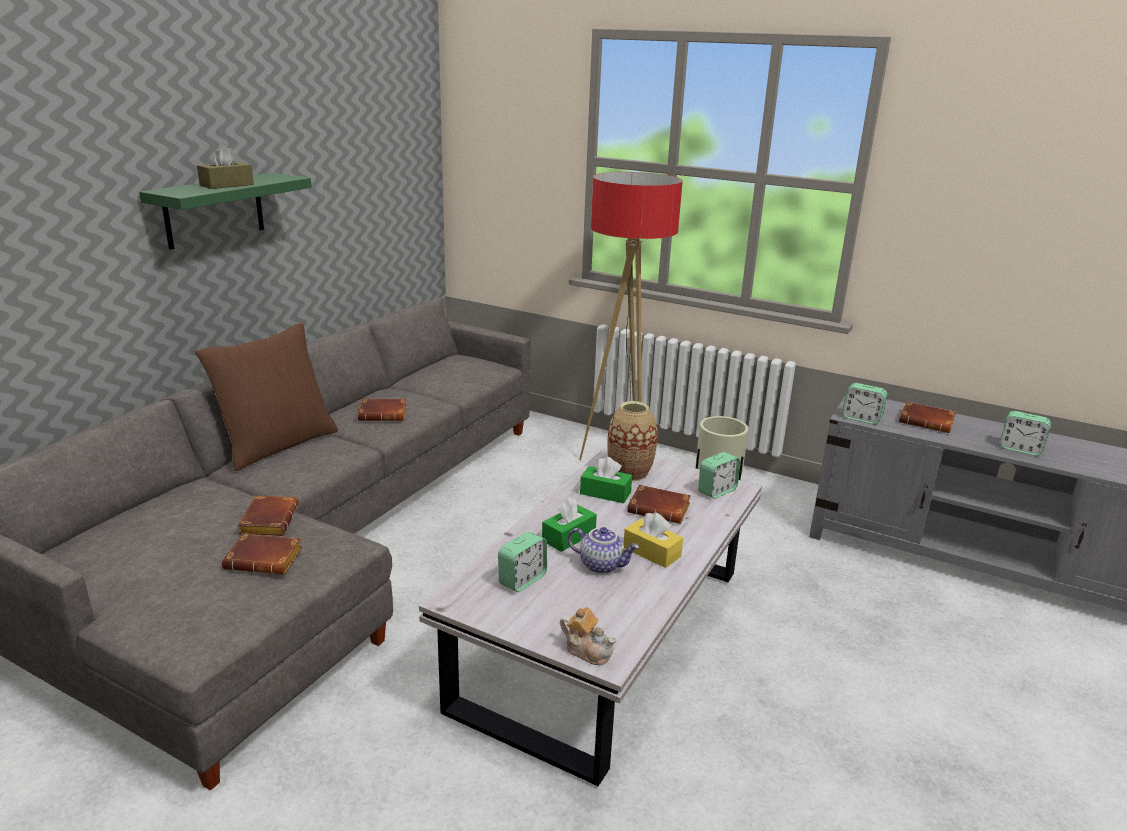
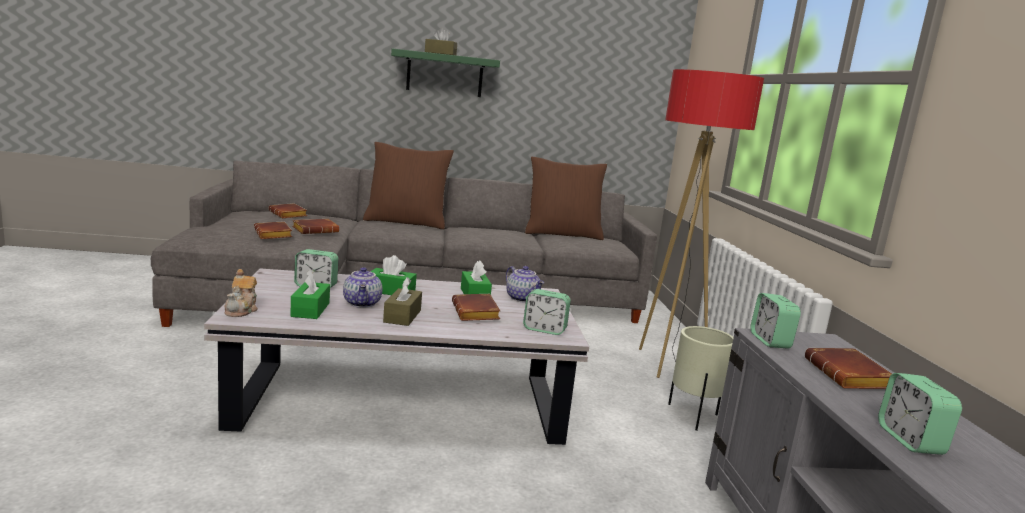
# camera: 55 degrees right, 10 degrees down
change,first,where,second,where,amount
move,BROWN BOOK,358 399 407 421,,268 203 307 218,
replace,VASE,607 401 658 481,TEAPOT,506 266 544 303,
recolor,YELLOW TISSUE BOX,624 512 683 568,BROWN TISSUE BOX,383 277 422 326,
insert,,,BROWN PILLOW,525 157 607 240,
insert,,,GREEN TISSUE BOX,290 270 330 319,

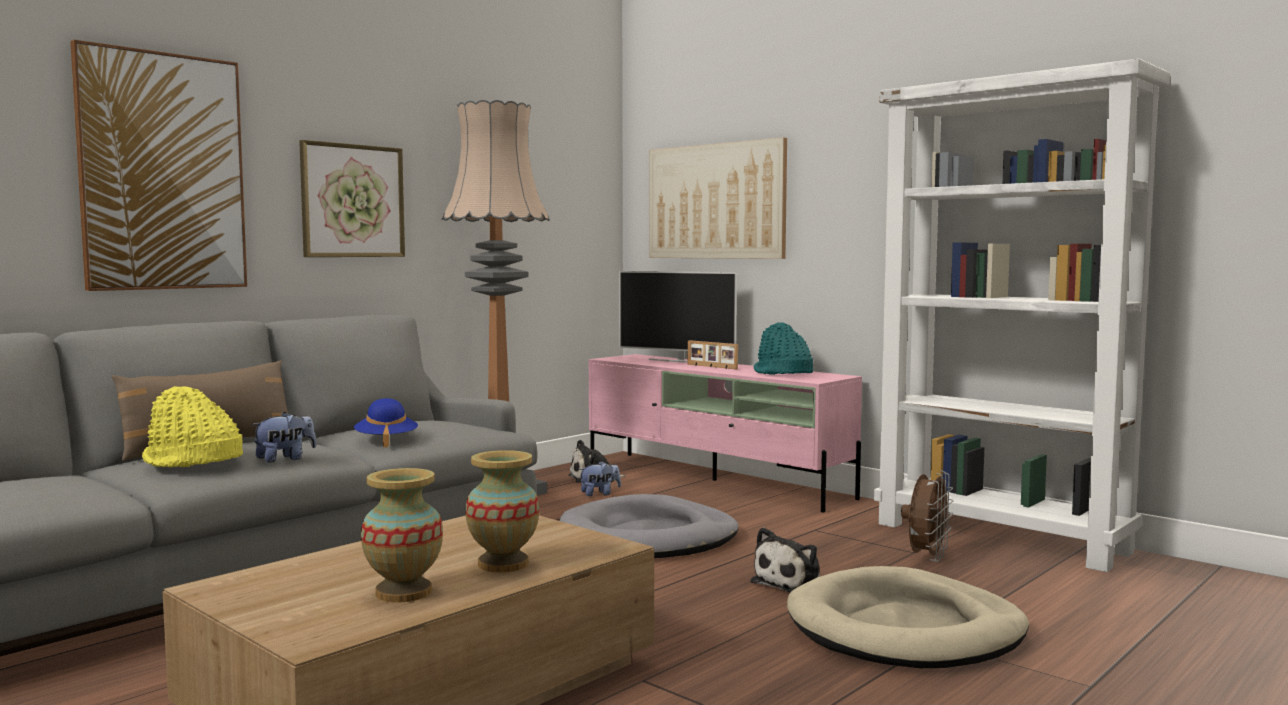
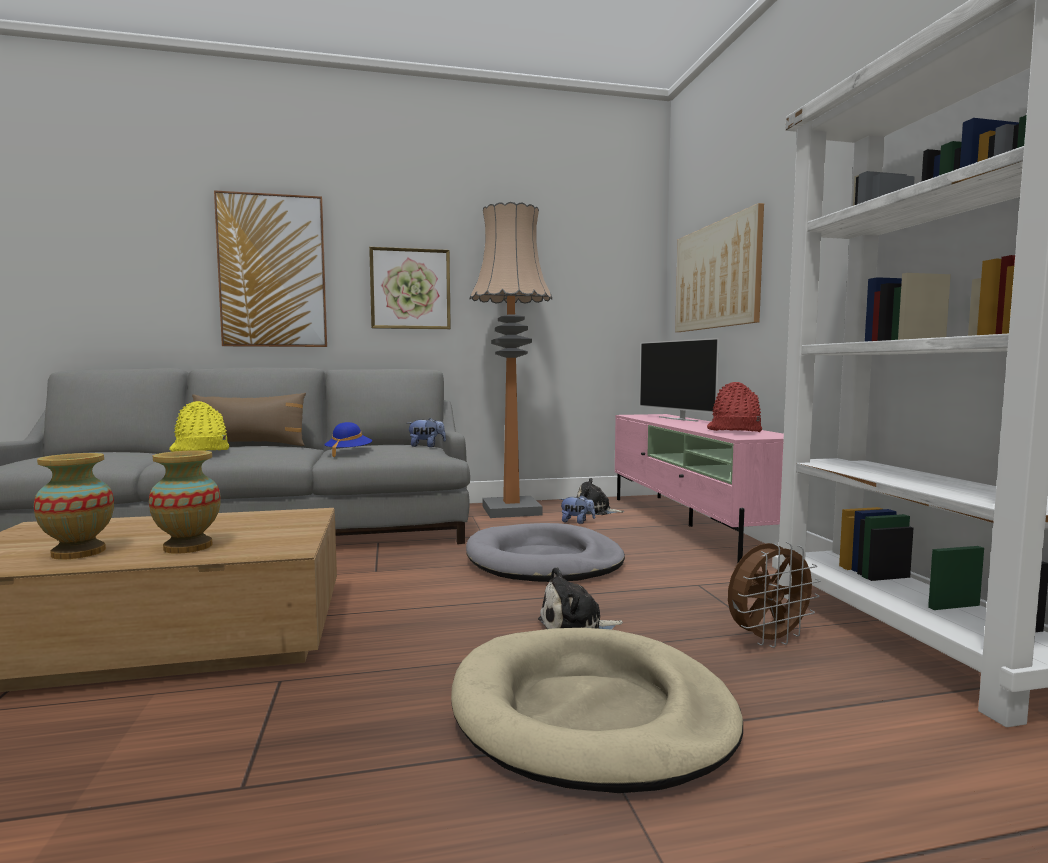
# camera: 35 degrees right, 0 degrees up
change,first,where,second,where,amount
recolor,TURQUOISE HAT,754 322 813 375,RED HAT,707 382 762 432,
delete,PICTURE FRAME,688 340 738 369,,,
move,PLUSH TOY,252 412 316 463,,408 418 446 447,

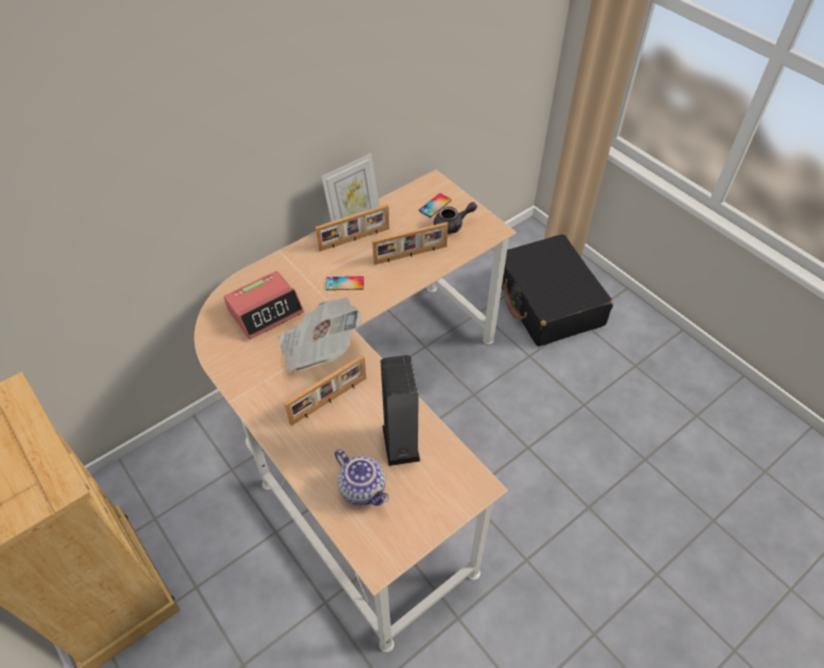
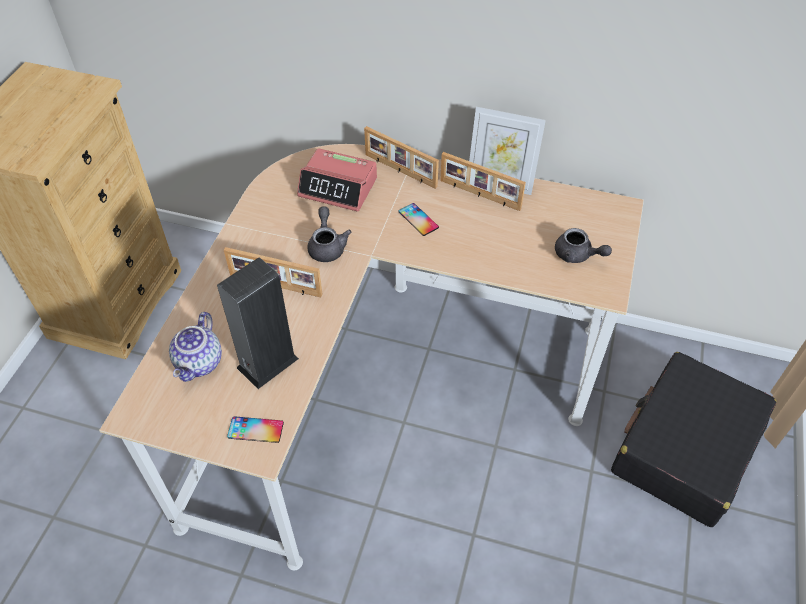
# camera: 55 degrees right, 0 degrees up
change,first,where,second,where,amount
move,PHONE,419 193 452 217,,227 416 284 443,
move,PICTURE FRAME,372 222 448 265,,364 126 439 189,
replace,NEWSPAPER,278 297 361 372,GREY TEAPOT,307 206 352 262,

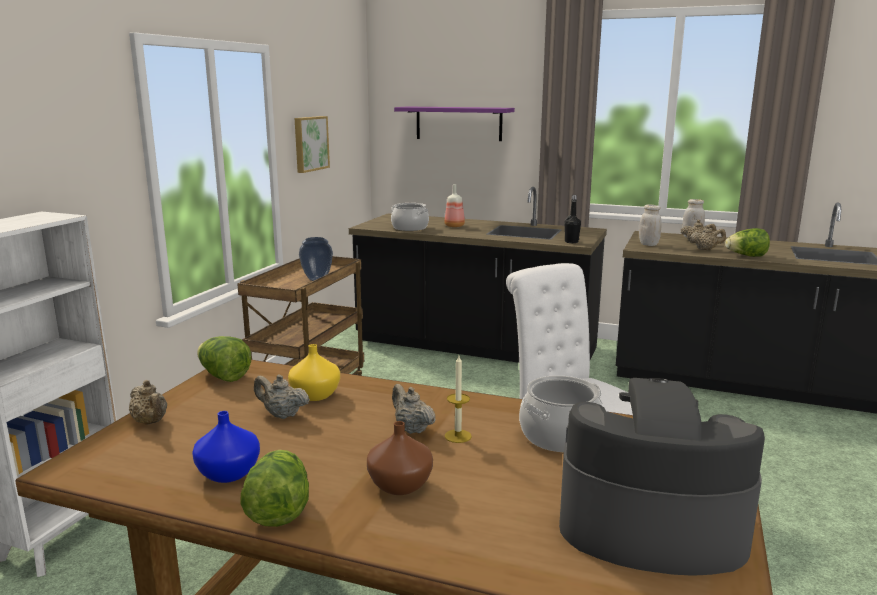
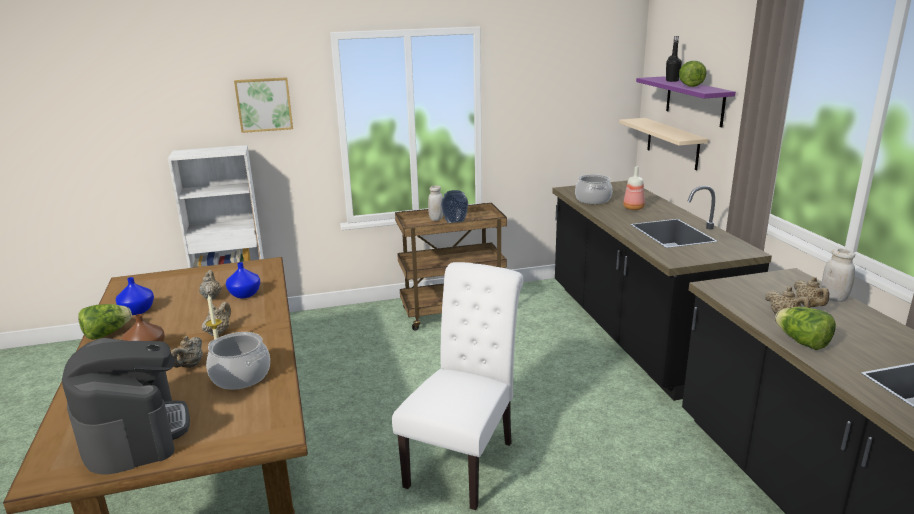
# camera: 55 degrees right, 5 degrees up
change,first,where,second,where,amount
move,PICTURE,295 116 330 173,,234 77 293 133,
move,BLACK BOTTLE,564 195 581 243,,666 36 682 82,
move,WHITE JAR,639 204 662 246,,428 185 443 221,
move,LETTUCE,197 336 251 382,,679 61 707 87,
recolor,YELLOW VASE,288 344 340 401,BLUE VASE,226 262 260 298,
move,BEIGE TEAPOT,129 380 167 425,,171 336 203 368,
insert,,,BEIGE SHELF,619 118 709 170,

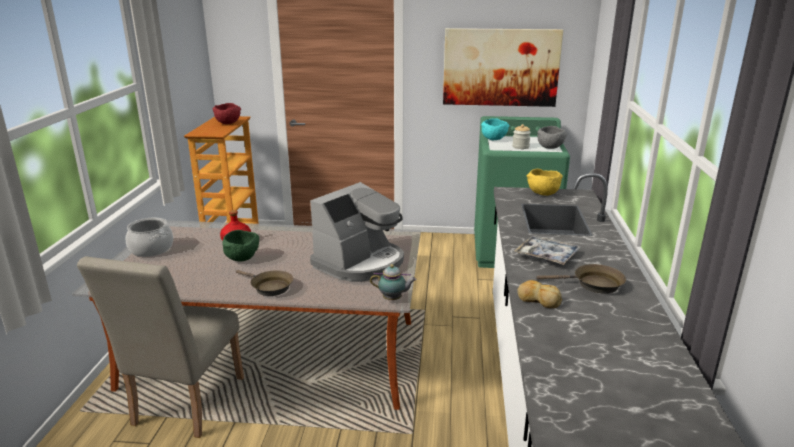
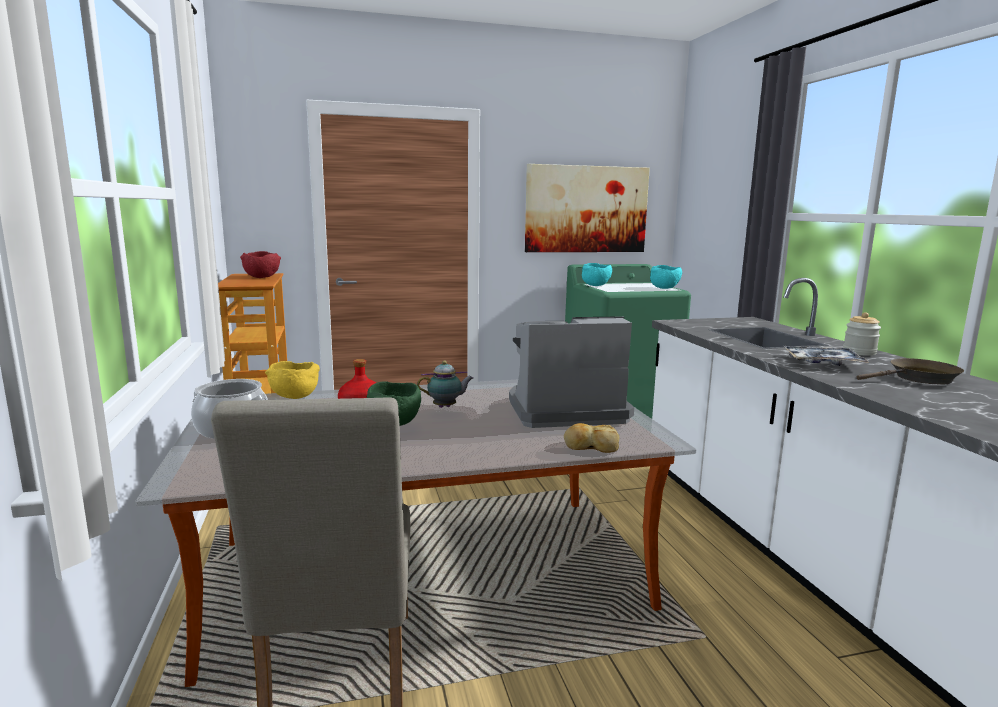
# camera: 20 degrees left, 10 degrees down
change,first,where,second,where,amount
move,JAR,512 124 531 149,,843 312 881 356,
recolor,GREY BOWL,537 126 567 149,TURQUOISE BOWL,650 265 682 289,
move,YELLOW BOWL,526 169 563 196,,265 361 320 399,
rotate,COFFEE MACHINE,310 182 404 282,,509 316 634 428,120 degrees counterclockwise
move,TEAPOT,370 264 417 300,,417 361 473 408,
delete,BROWN FRYING PAN,236 270 293 296,,,
move,BREAD,517 280 562 308,,564 423 619 453,

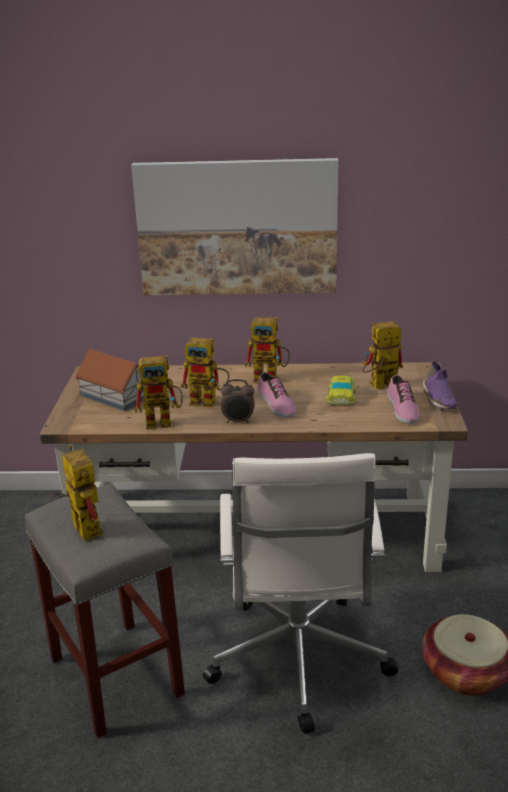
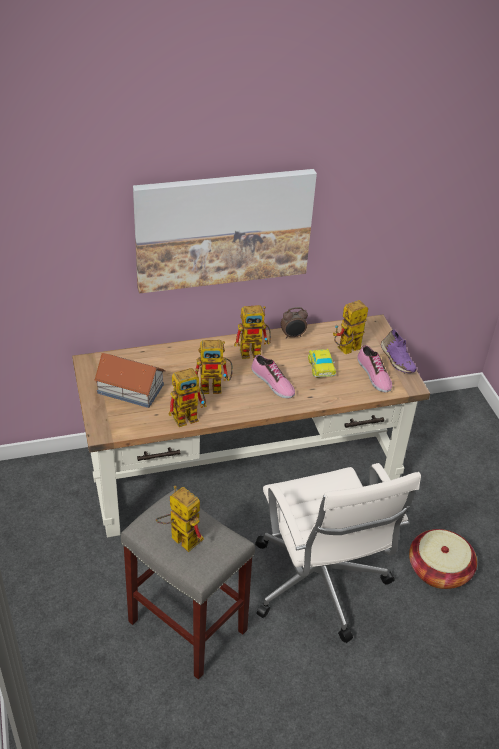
# camera: 20 degrees left, 15 degrees up
change,first,where,second,where,amount
move,ALARM CLOCK,221 379 255 423,,281 307 308 339,

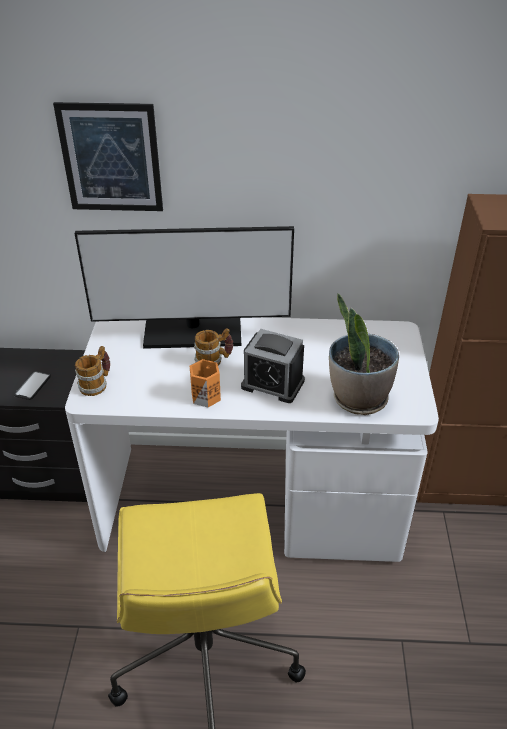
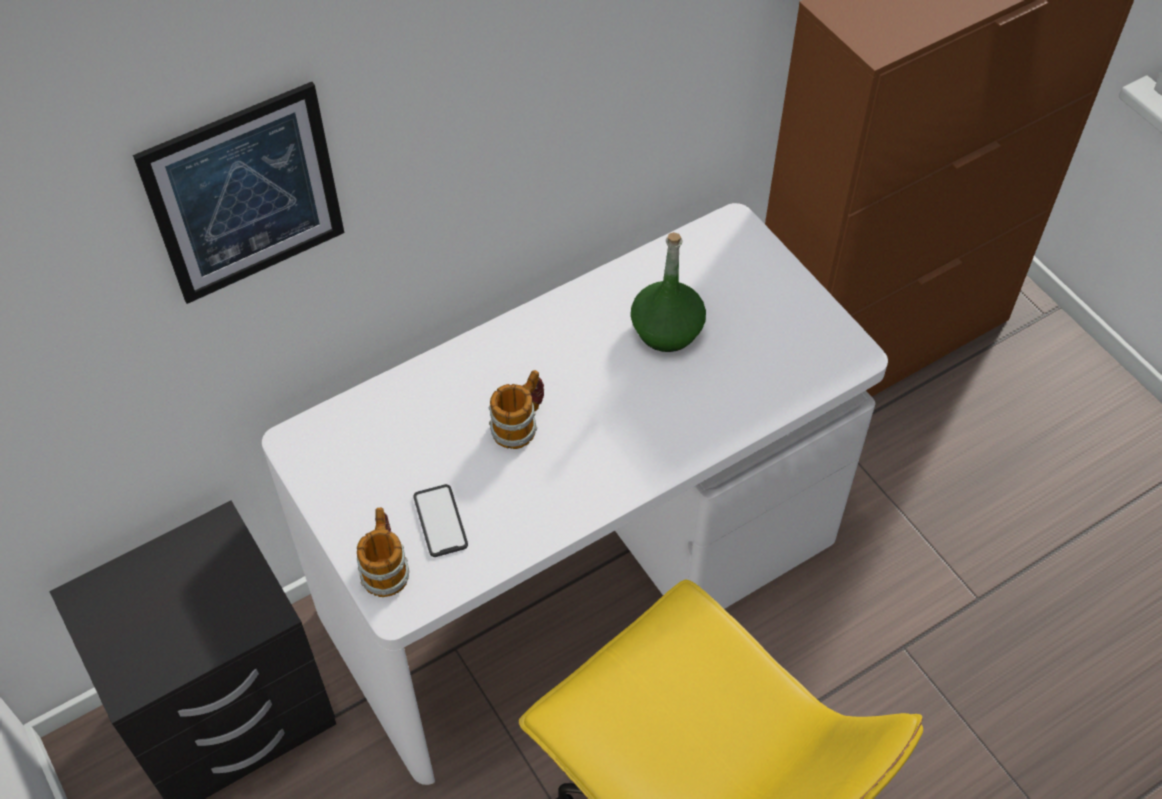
# camera: 35 degrees left, 15 degrees up
change,first,where,second,where,amount
delete,MONITOR,75 226 294 349,,,
delete,POTTED PLANT,329 293 399 415,,,
delete,ALARM CLOCK,241 329 305 403,,,
delete,ORANGE MUG,190 359 221 407,,,
move,PHONE,14 371 51 400,,413 484 468 557,
insert,,,GREEN BOTTLE,631 232 706 352,

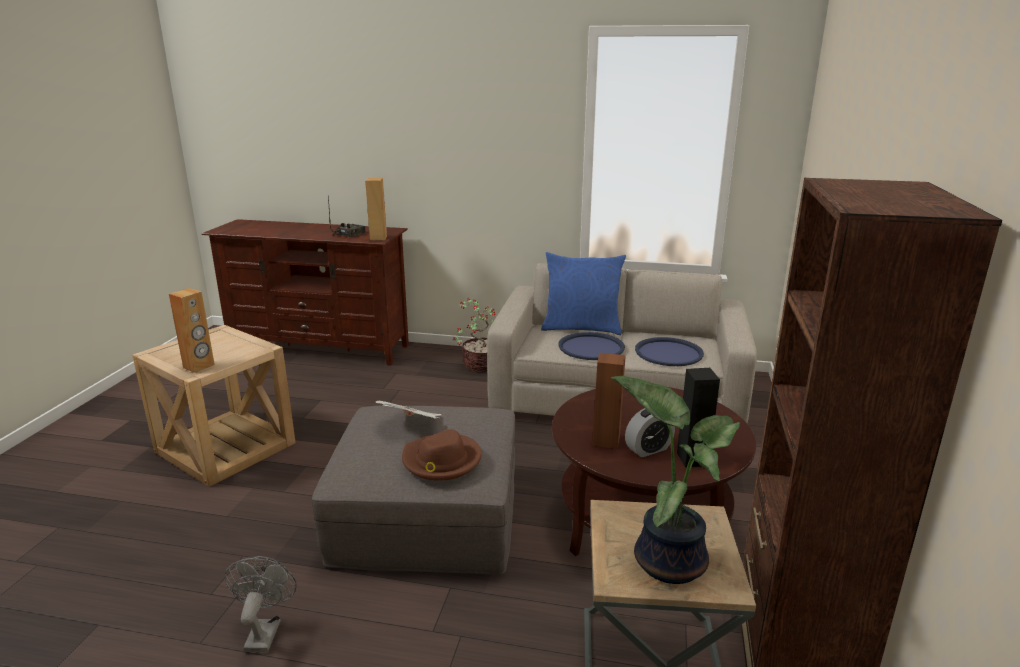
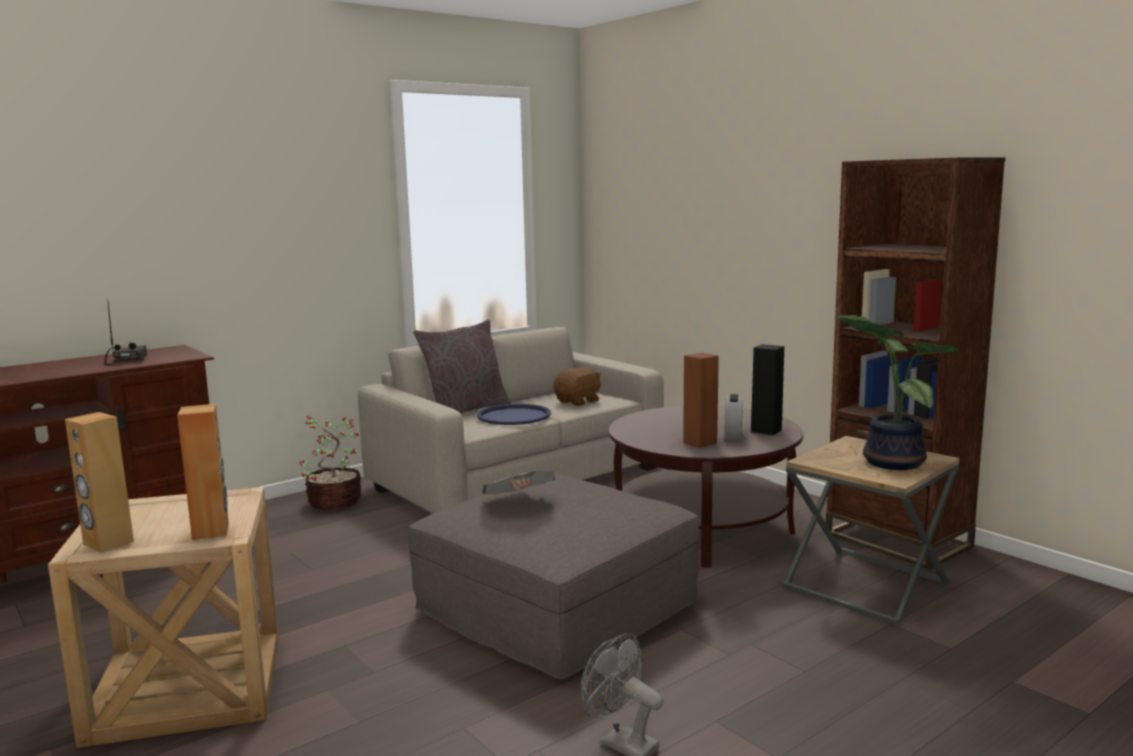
# camera: 50 degrees left, 10 degrees down
change,first,where,second,where,amount
move,BROWN SPEAKER,365 178 387 241,,65 412 134 553,
recolor,BLUE PILLOW,541 252 626 335,GREY PILLOW,413 319 511 413,
replace,BLUE TRAY,635 337 704 366,BROWN PLUSH TOY,554 367 601 406,
delete,BROWN HAT,402 429 481 481,,,

